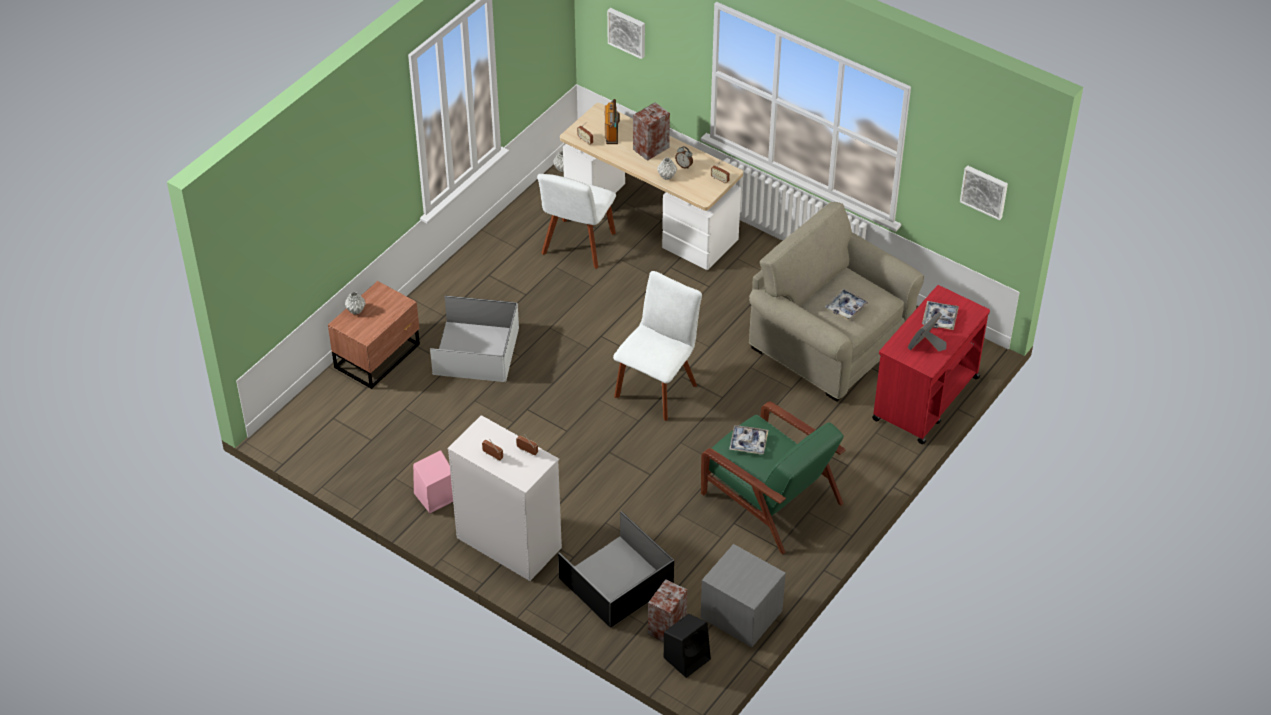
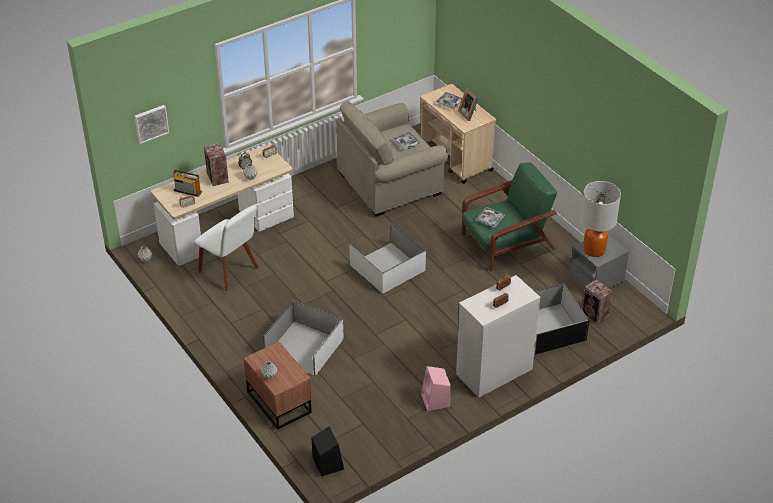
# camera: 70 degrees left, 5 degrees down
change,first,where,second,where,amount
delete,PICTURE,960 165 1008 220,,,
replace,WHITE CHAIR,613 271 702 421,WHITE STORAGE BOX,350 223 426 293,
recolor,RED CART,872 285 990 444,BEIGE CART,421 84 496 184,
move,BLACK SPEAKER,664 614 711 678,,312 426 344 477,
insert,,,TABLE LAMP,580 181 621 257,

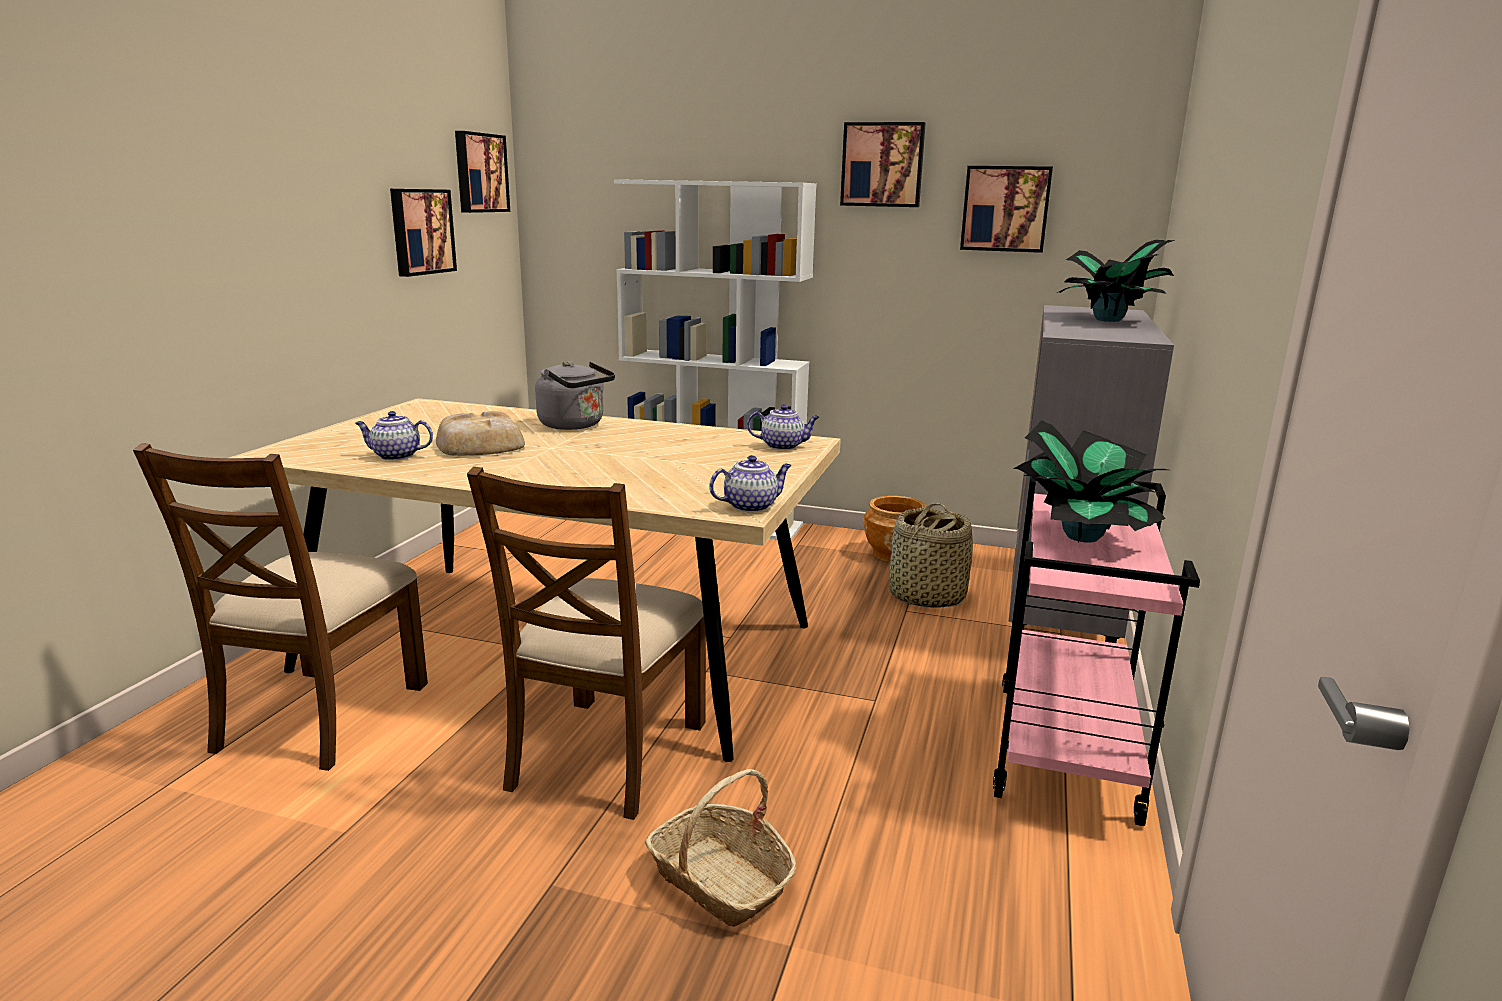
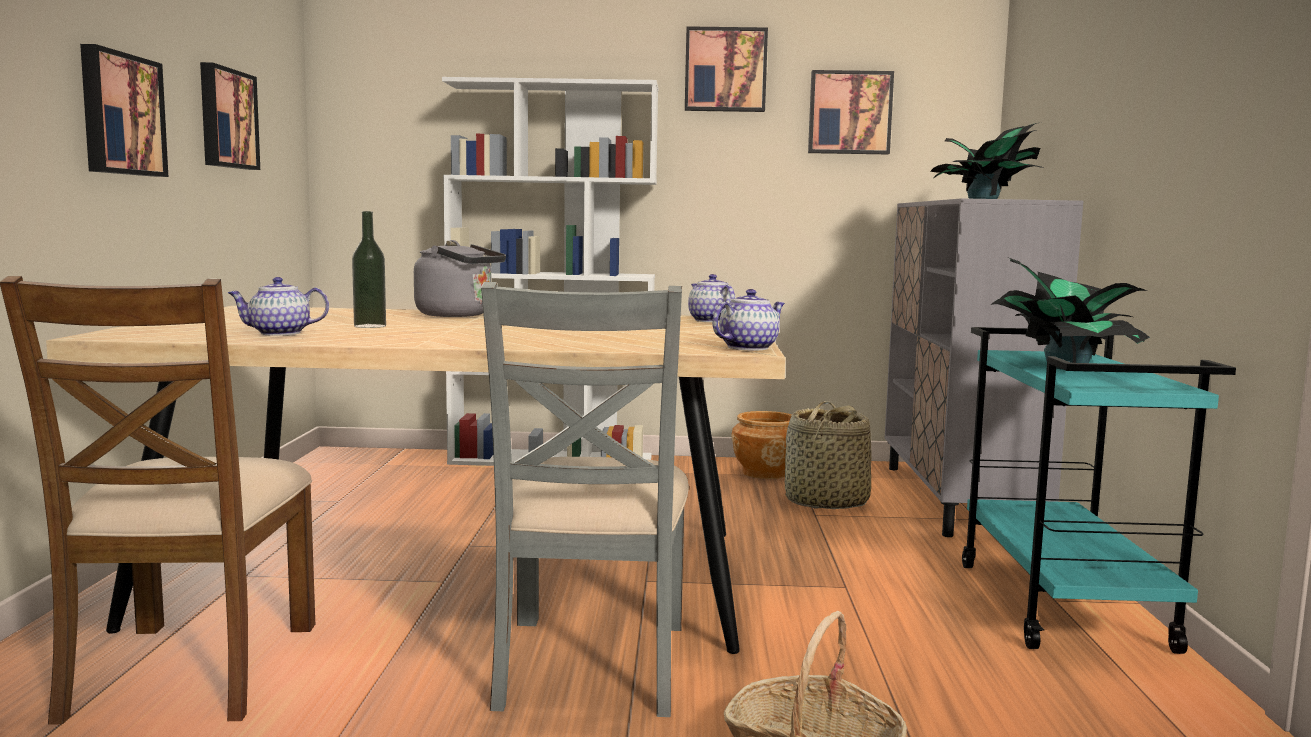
# camera: 15 degrees left, 10 degrees down
change,first,where,second,where,amount
move,PICTURE,455 131 510 213,,80 44 168 177,
rotate,TEAPOT,747 404 820 450,,688 274 736 322,105 degrees counterclockwise
replace,BREAD,436 411 525 456,BOTTLE,352 211 386 328,
recolor,BROWN CHAIR,467 467 706 820,GREY CHAIR,481 282 689 717,
recolor,PINK CART,993 477 1200 826,TURQUOISE CART,962 327 1236 654,

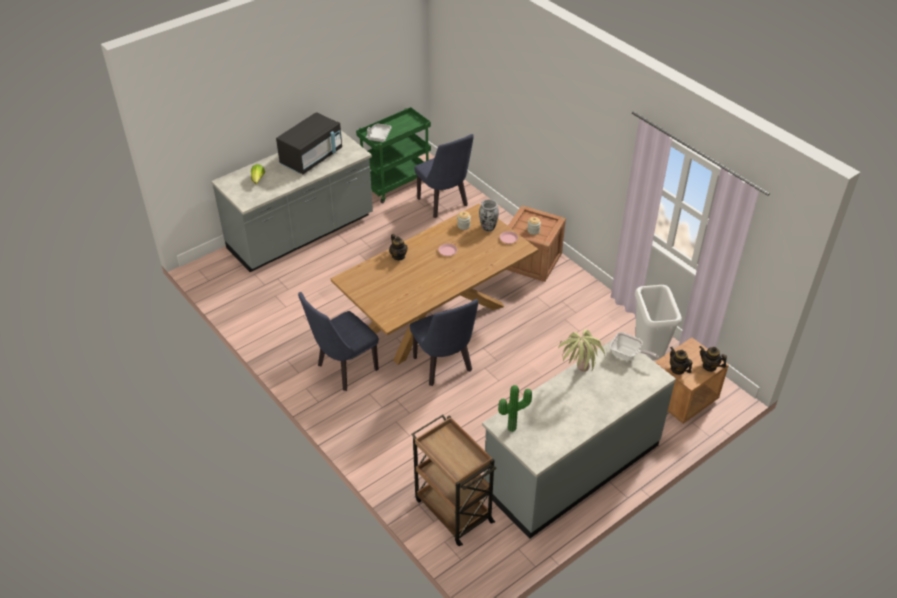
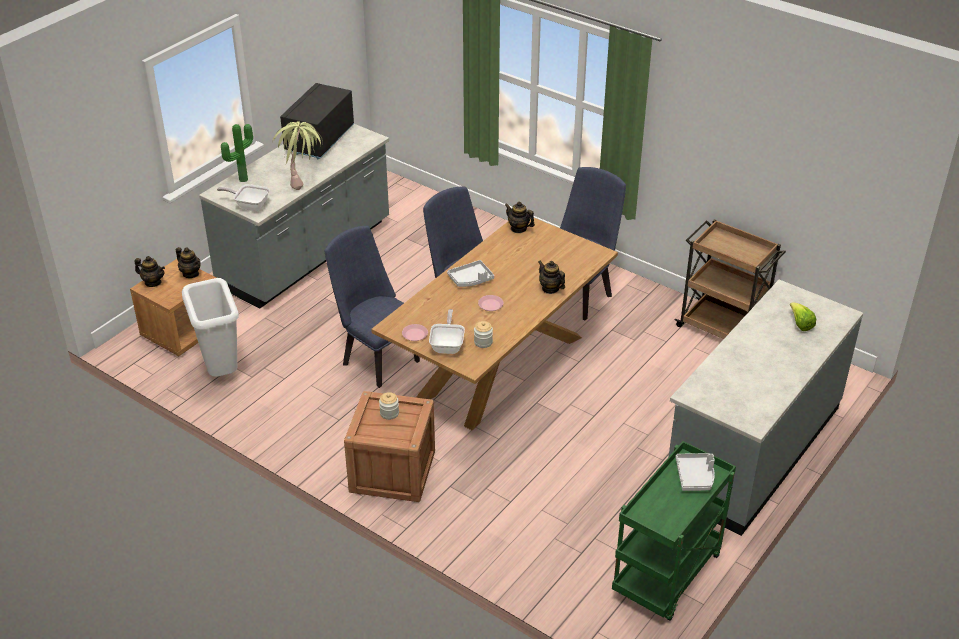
# camera: 165 degrees right, 5 degrees down
change,first,where,second,where,amount
move,BLACK MICROWAVE,276 112 342 174,,280 83 354 159,
move,BLUE CHAIR,414 134 474 218,,325 226 420 388,
replace,VASE,479 199 499 231,FRYING PAN,429 309 465 354,
move,POTTED PLANT,498 385 532 432,,221 124 253 182,
move,BROWN CART,412 415 497 546,,674 219 786 339,
insert,,,TEAPOT,505 201 535 233,
insert,,,GREY TRAY,447 260 494 287,

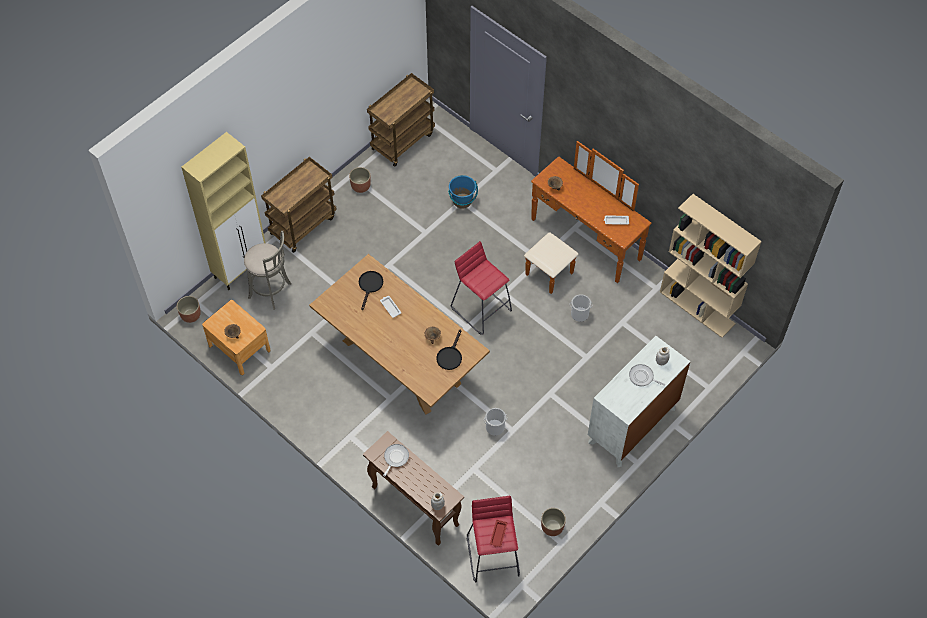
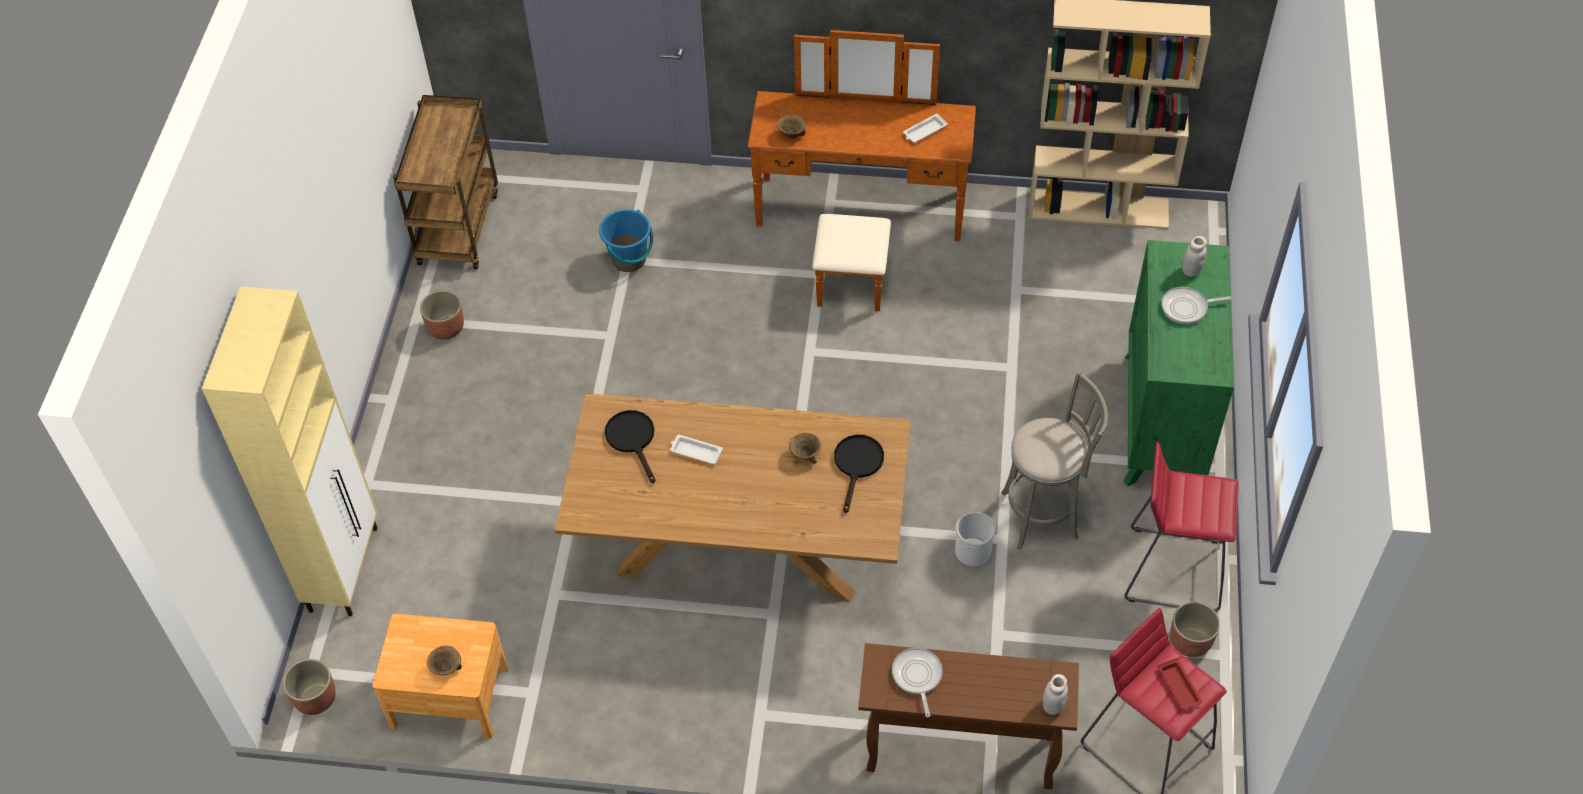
# camera: 35 degrees left, 5 degrees down
change,first,where,second,where,amount
delete,BROWN CART,261 157 337 253,,,
move,GREY STOOL,244 231 291 310,,1001 371 1108 549,
move,RED STOOL,451 241 512 335,,1124 442 1239 611,
delete,BUCKET,570 294 593 322,,,
rotate,BLACK FRYING PAN,436 329 462 370,,834 435 884 513,150 degrees counterclockwise
recolor,WHITE DRESSER,588 336 690 467,GREEN DRESSER,1123 240 1234 487,

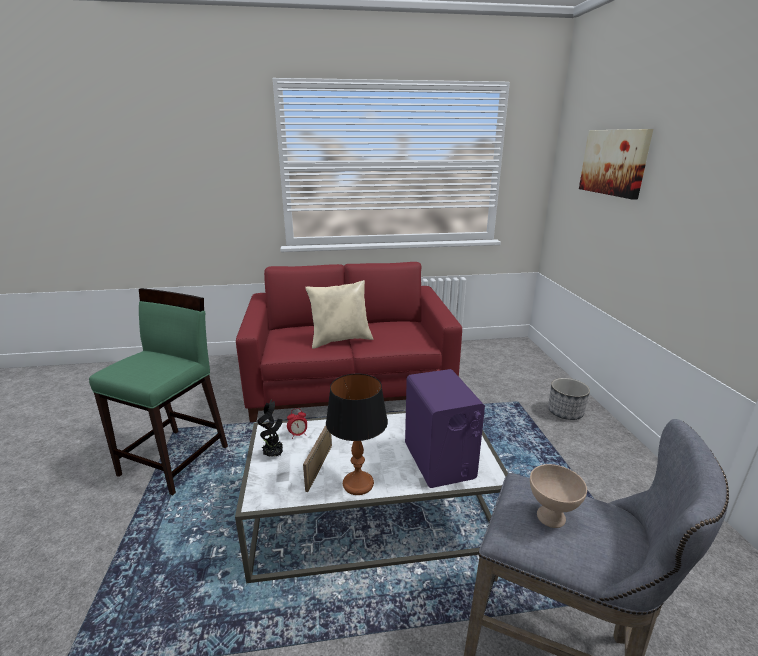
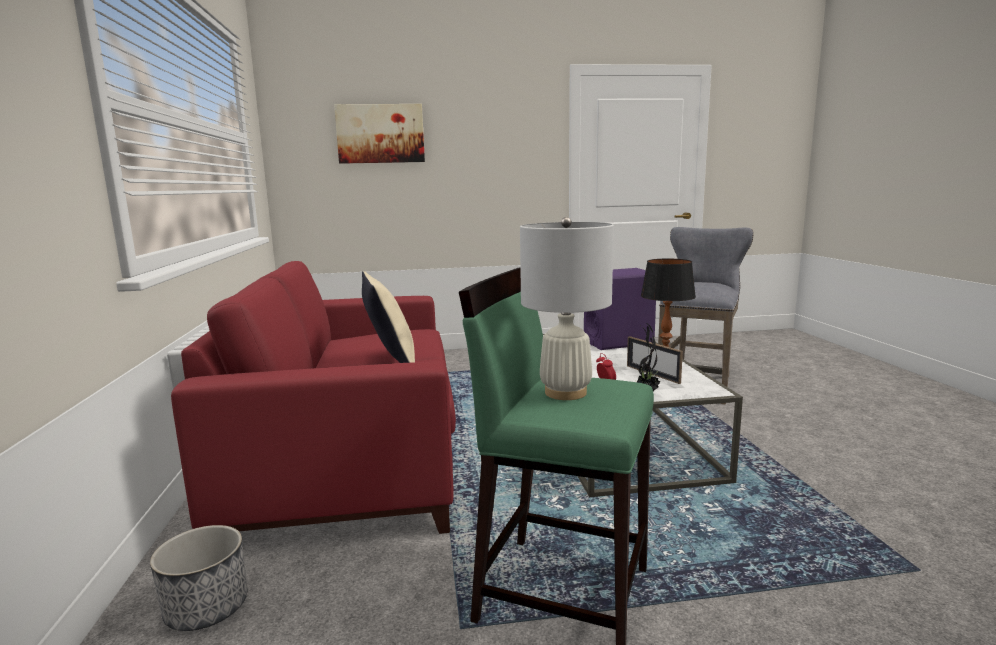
# camera: 90 degrees left, 10 degrees down
change,first,where,second,where,amount
move,PLANTER,548 378 590 420,,150 525 247 631,
rotate,PICTURE FRAME,303 425 332 492,,627 336 683 384,45 degrees clockwise
delete,BEIGE BOWL,530 464 587 528,,,
insert,,,WHITE TABLE LAMP,520 217 614 400,

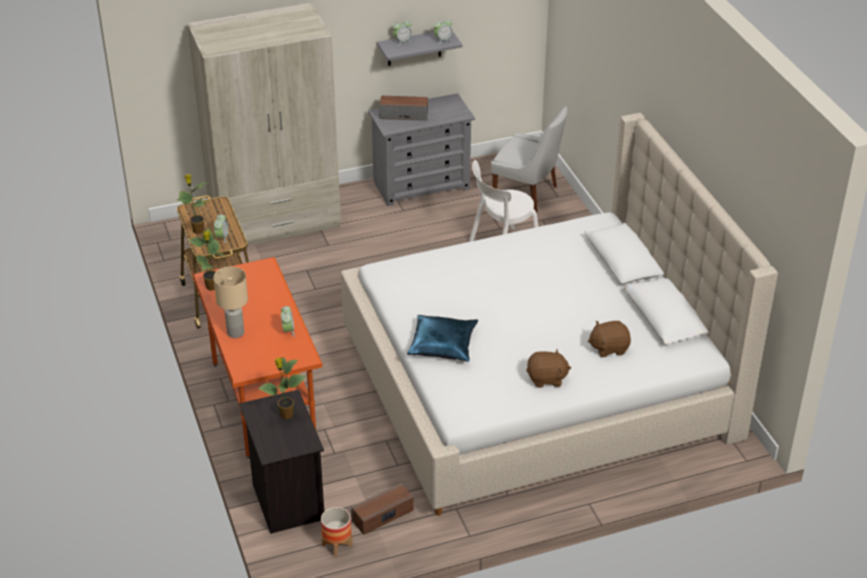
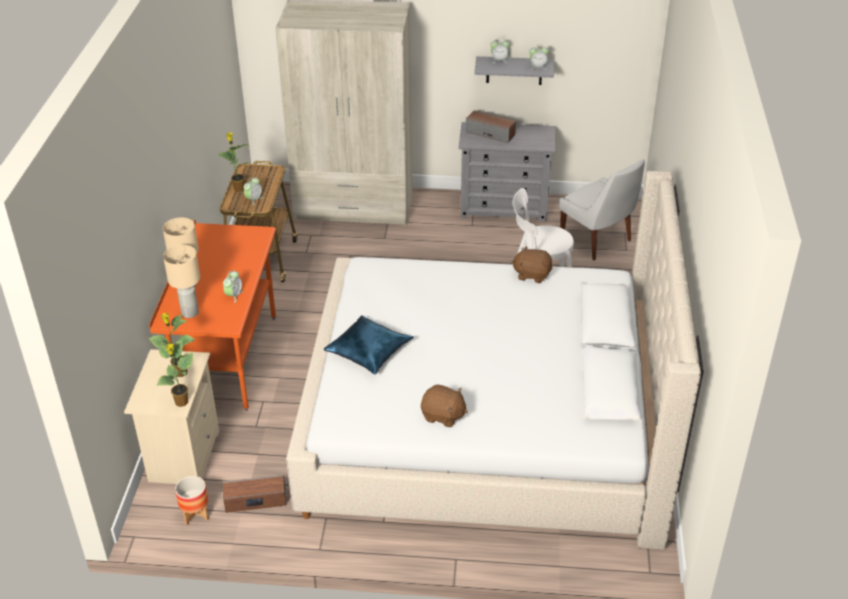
# camera: 25 degrees right, 0 degrees up
change,first,where,second,where,amount
move,POTTED PLANT,189 227 224 291,,156 340 193 407,
move,BROWN PLUSH TOY,588 321 631 357,,511 246 553 283,
recolor,BLACK NIGHTSTAND,239 389 324 534,BEIGE NIGHTSTAND,124 349 219 484,
insert,,,BEIGE TABLE LAMP,163 245 200 318,

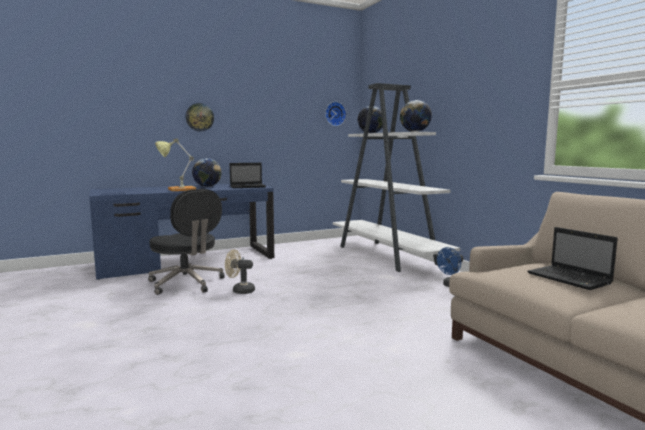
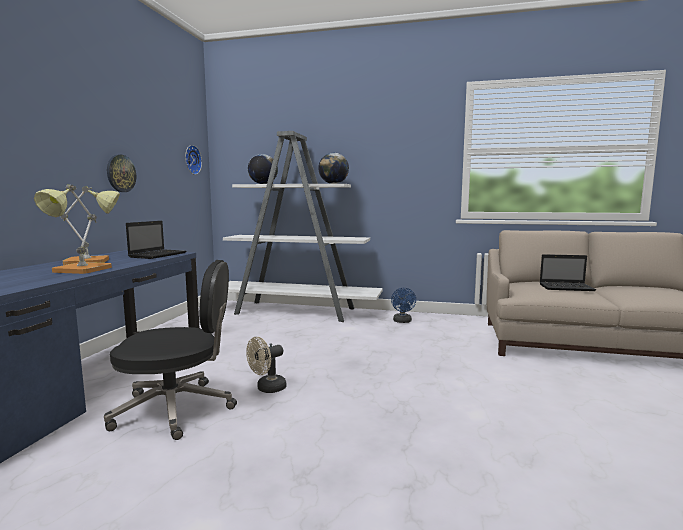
# camera: 50 degrees left, 0 degrees up
change,first,where,second,where,amount
move,WALL CLOCK,186 103 214 132,,107 154 136 192,
replace,GLOBE,192 158 222 187,TABLE LAMP,60 186 120 265,

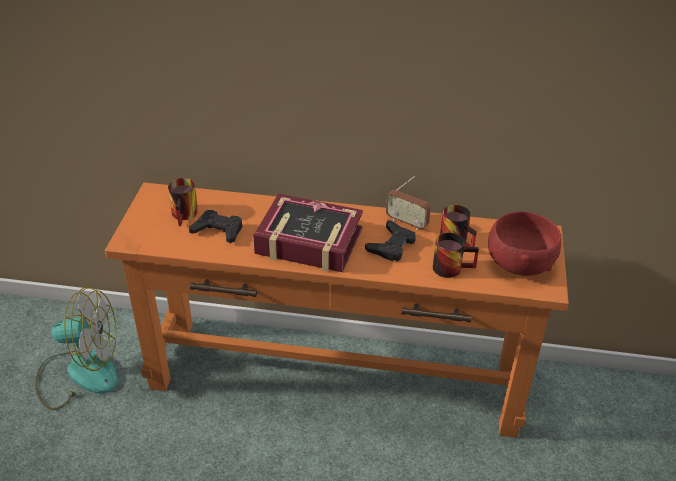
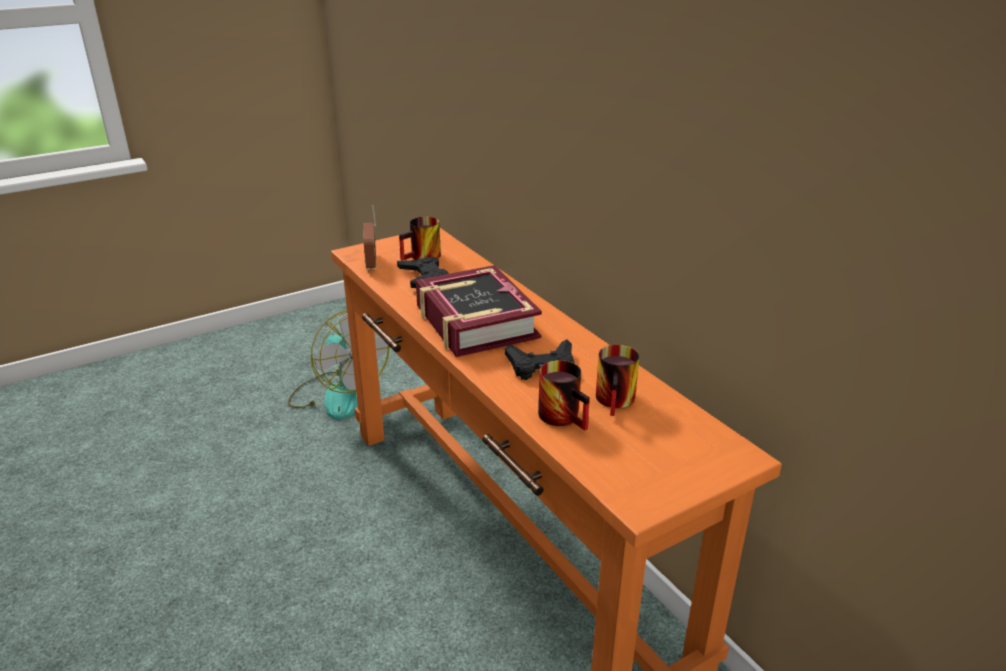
# camera: 50 degrees right, 10 degrees down
change,first,where,second,where,amount
move,RADIO,386 176 431 230,,363 205 377 270,
delete,RED BOWL,488 212 562 276,,,

